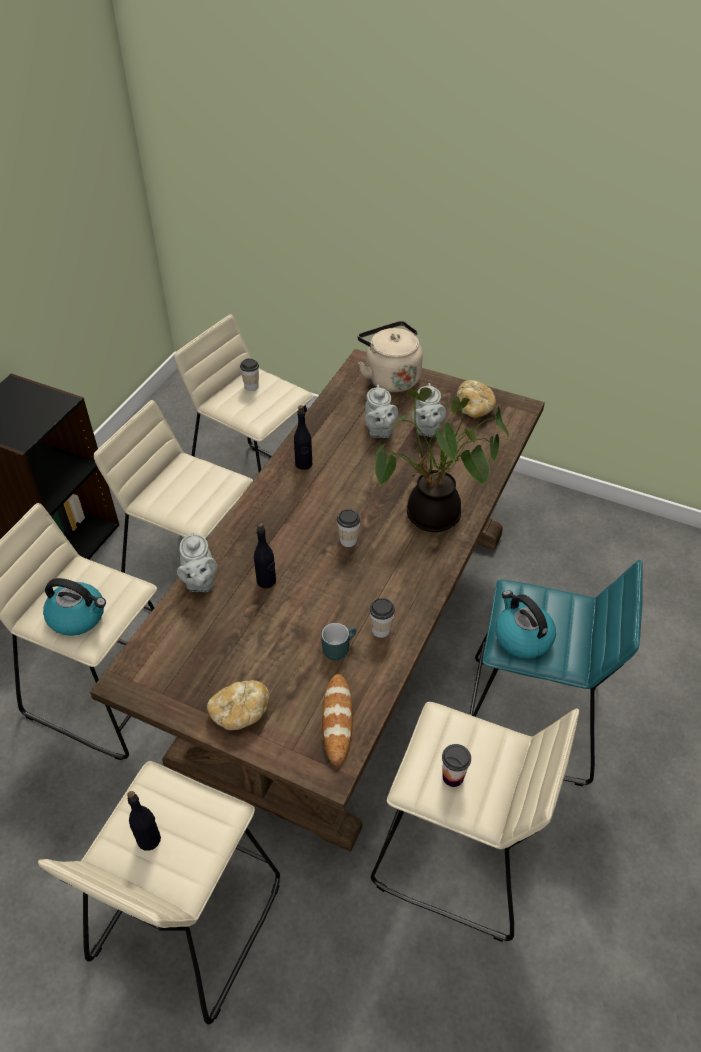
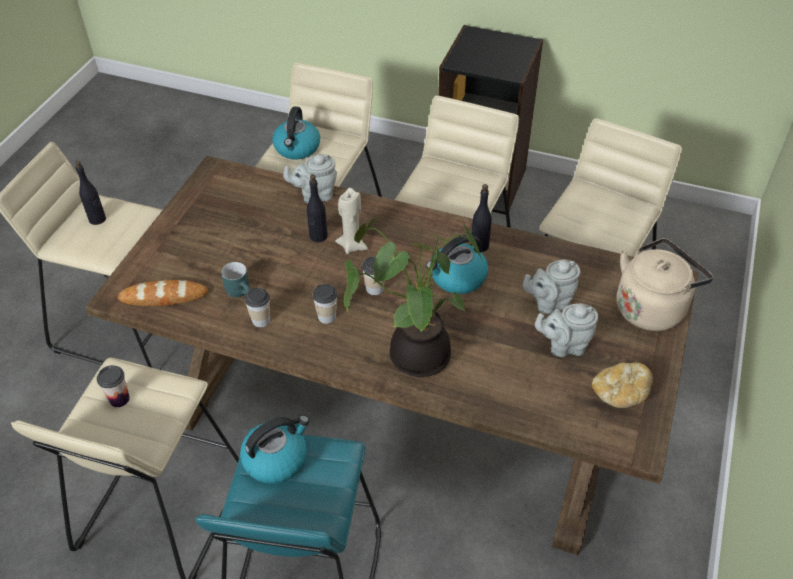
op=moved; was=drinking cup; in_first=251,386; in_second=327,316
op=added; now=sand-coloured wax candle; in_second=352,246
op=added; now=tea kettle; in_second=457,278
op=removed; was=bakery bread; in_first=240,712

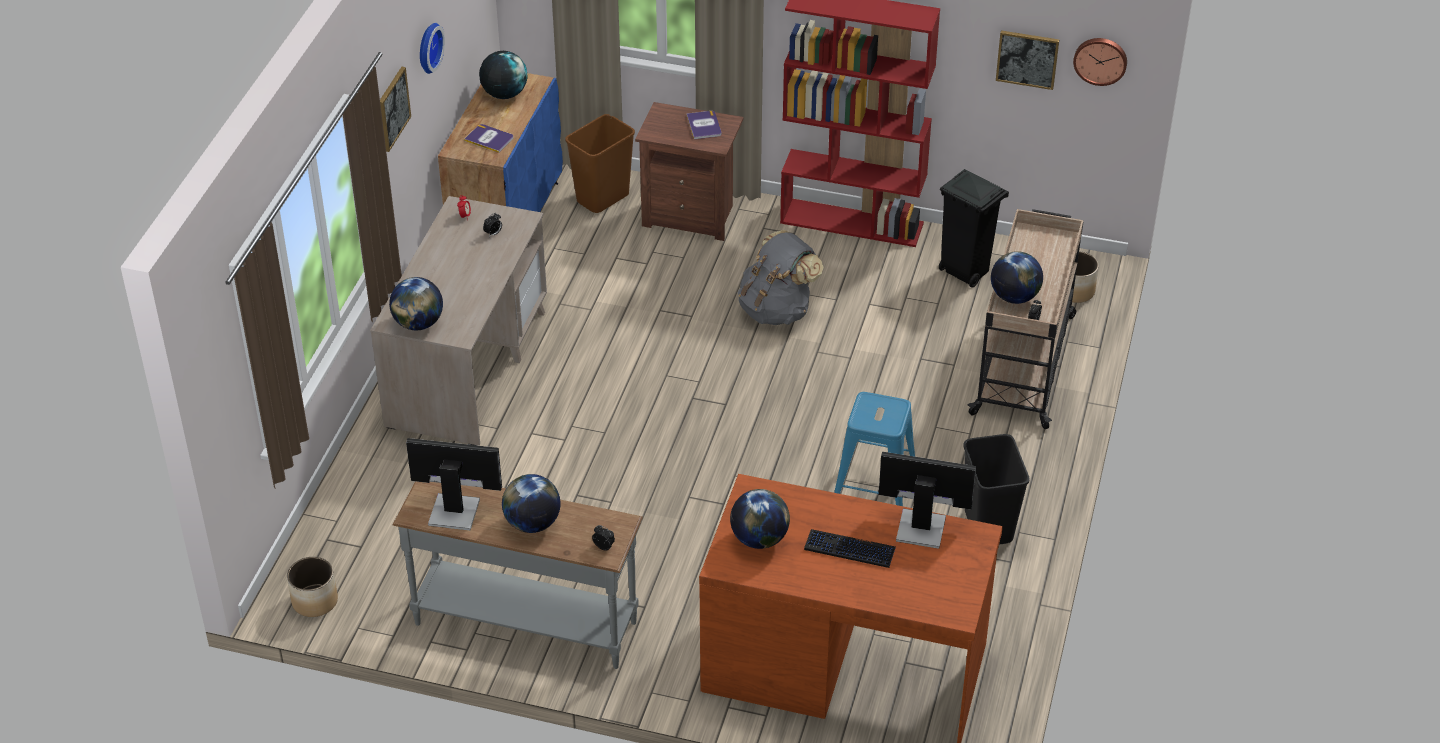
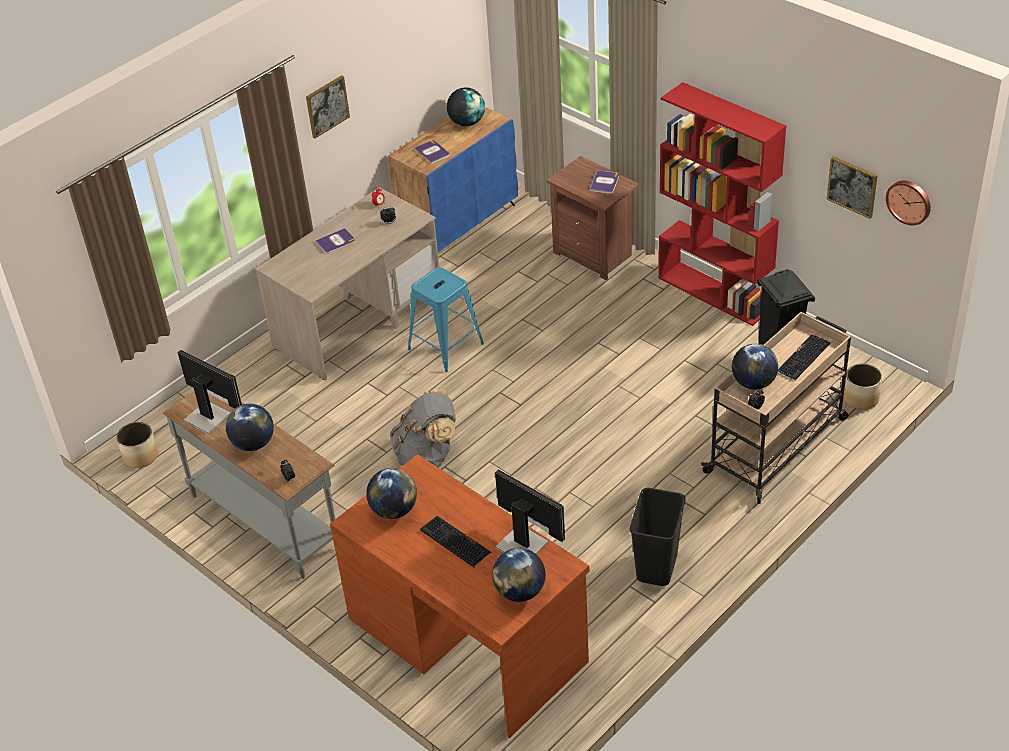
op=added; now=volume; in_second=335,242
op=moved; was=grey backpack; in_first=777,310; in_second=427,456
op=moved; was=blue stool seat; in_first=874,489; in_second=445,346
op=moved; was=globe; in_first=418,323; in_second=520,591
op=added; now=computer keyboard; in_second=803,358
op=removed; was=wall clock; in_first=427,47
op=removed; was=brown-coloured waste bin; in_first=602,198

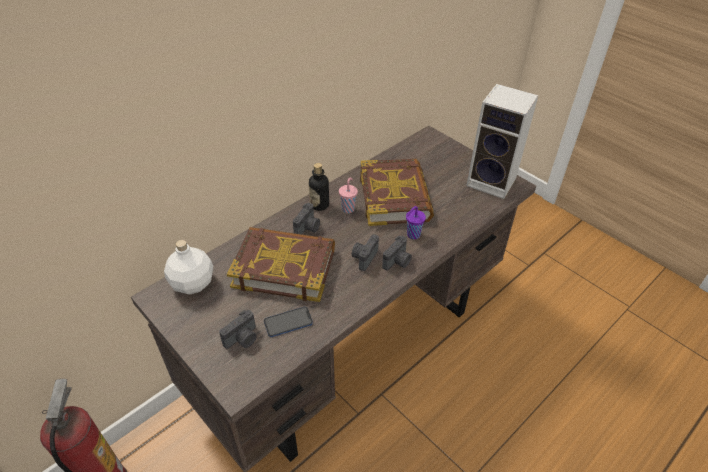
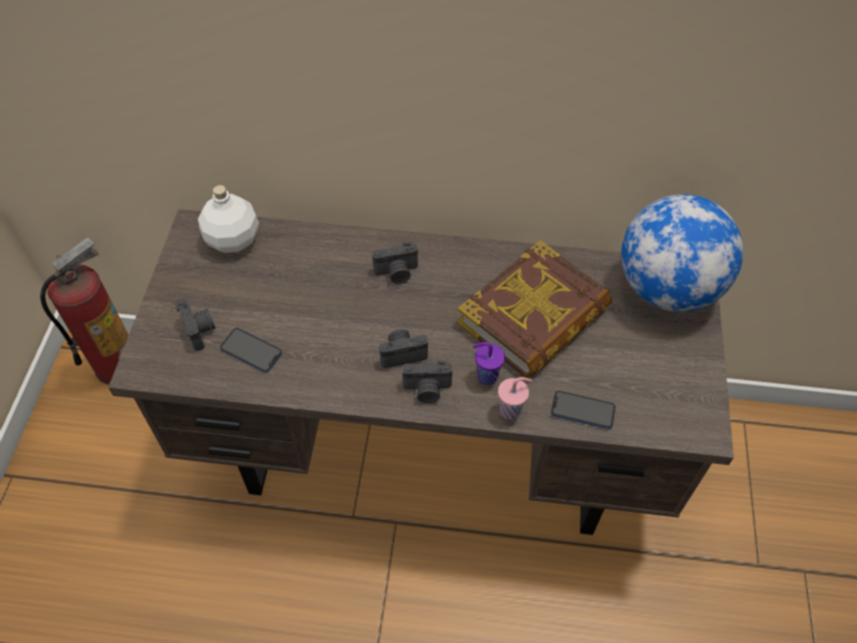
op=turned; was=photo camera; in_first=243,339; in_second=200,330; clockwise=-120
op=moved; was=pink drinking cup; in_first=348,208; in_second=511,410
op=added; now=telephone; in_second=582,410
op=added; now=globe; in_second=666,288
op=removed; was=volume; in_first=284,267
op=removed; was=beverage bottle; in_first=319,205
op=removed; was=loudspeaker; in_first=493,182

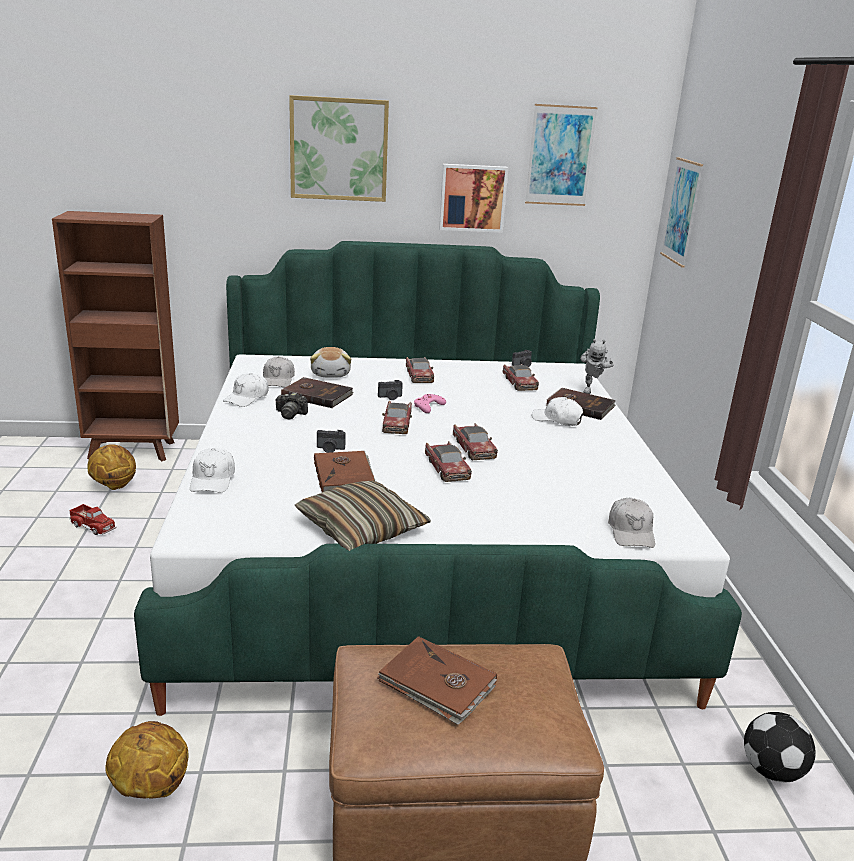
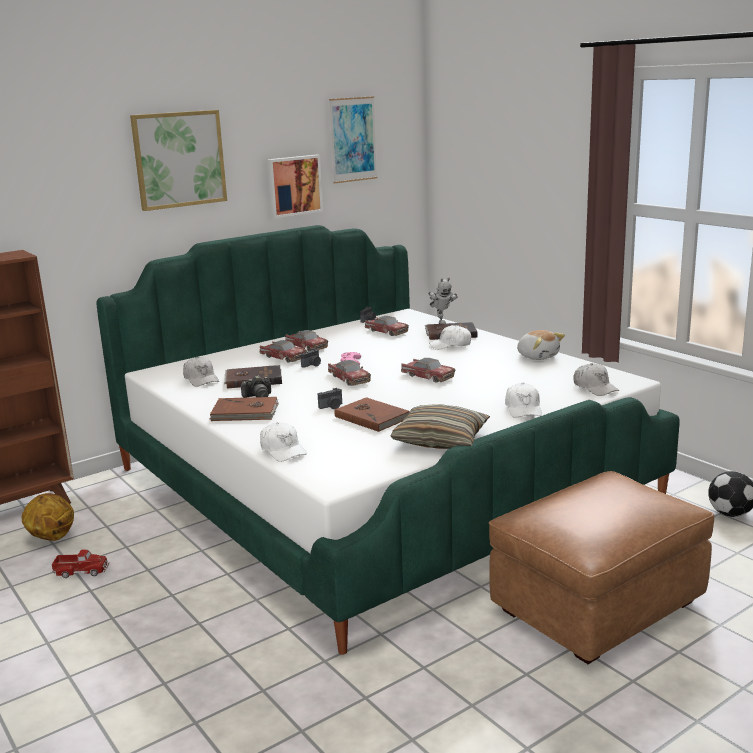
op=moved; was=brown-coloured volume; in_first=437,684; in_second=245,413
op=moved; was=miniature car; in_first=446,468; in_second=283,357
op=moved; was=white peaked cap; in_first=247,398; in_second=523,409
op=moved; was=plush toy; in_first=331,374; in_second=538,356
op=removed; was=ball for basketball; in_first=150,788
op=removed; was=wall picture; in_first=681,211

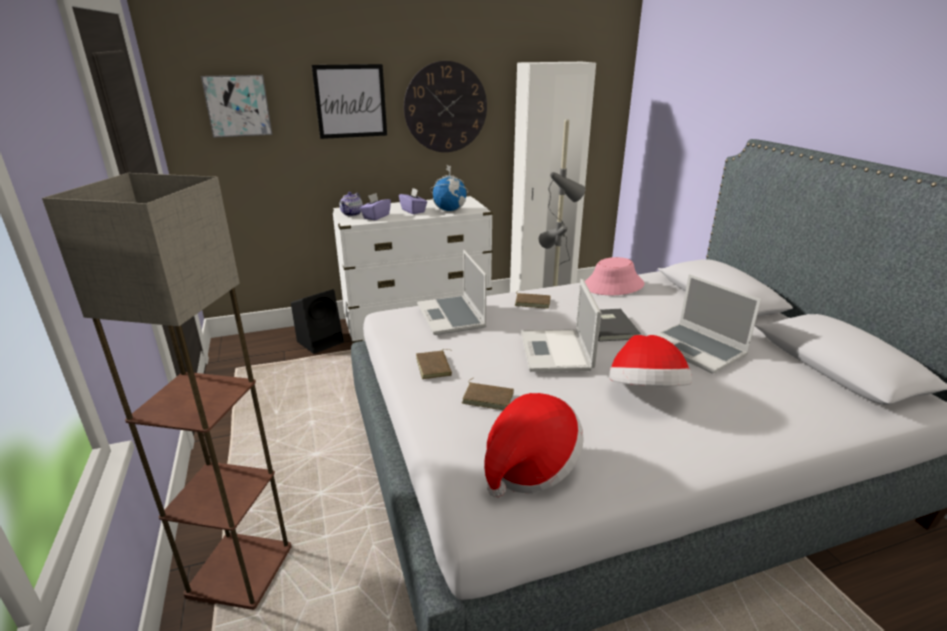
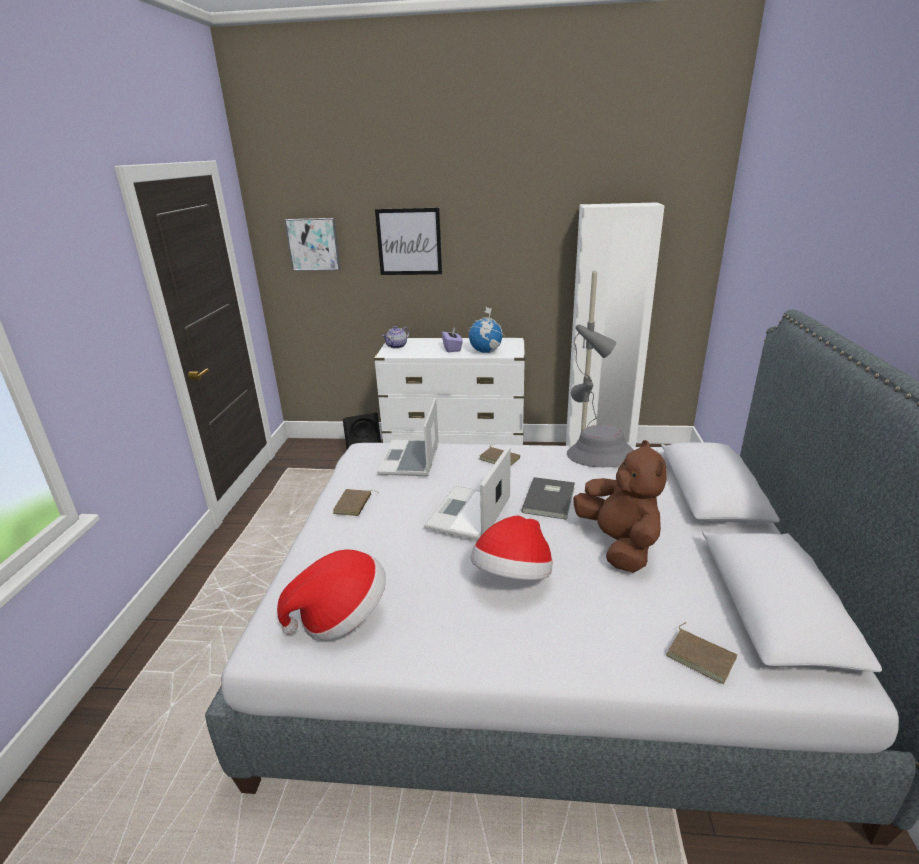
op=recoloured; was=pink hat; now=grey hat; in_first=613,285; in_second=601,455
op=replaced; was=portable computer; now=brown-coloured plush toy; in_first=697,349; in_second=619,544
op=moved; was=brown-coloured volume; in_first=488,397; in_second=701,656
op=removed; was=floor lamp; in_first=239,569
op=removed; was=purple-coloured box of tissues; in_first=376,217
op=removed; was=wall clock; in_first=445,107

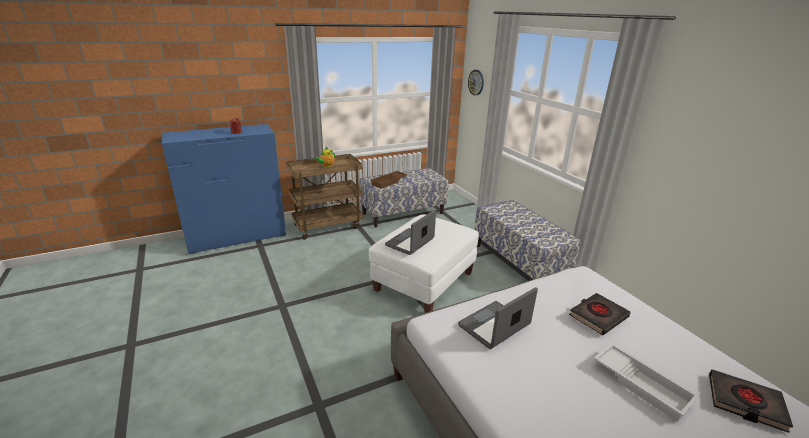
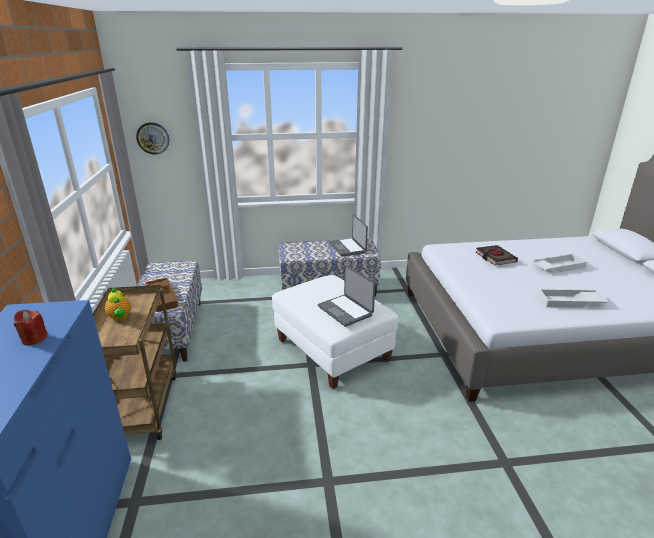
op=moved; was=portable computer; in_first=494,326; in_second=348,247
op=added; now=white serving tray; in_second=570,302
op=removed; was=blackish volume; in_first=745,403

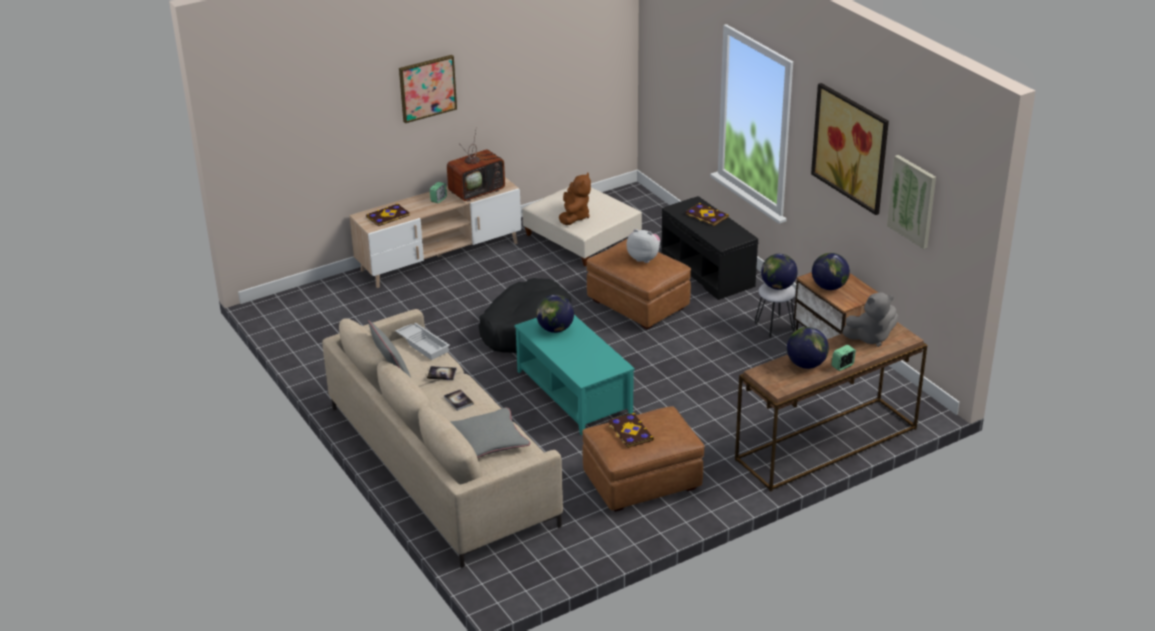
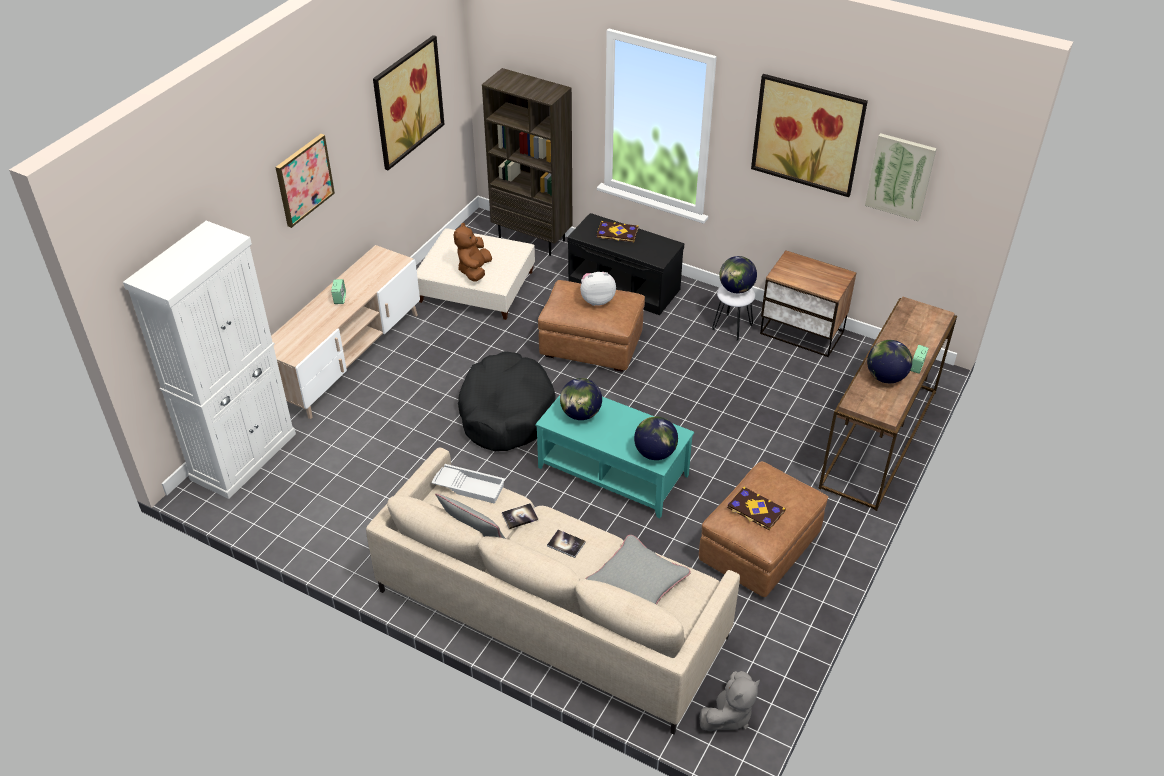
op=added; now=white cabinet; in_second=244,456
op=added; now=wall picture; in_second=408,102
op=turned; was=brown-coloured plush toy; in_first=574,217; in_second=474,271; clockwise=-150
op=added; now=brown-coloured bookshelf; in_second=532,239
op=moved; was=globe; in_first=829,287; in_second=655,453
op=moved; was=grey plush toy; in_first=870,337; in_second=728,715
op=removed; was=volume; in_first=388,216
op=removed; was=TV set; in_first=477,190

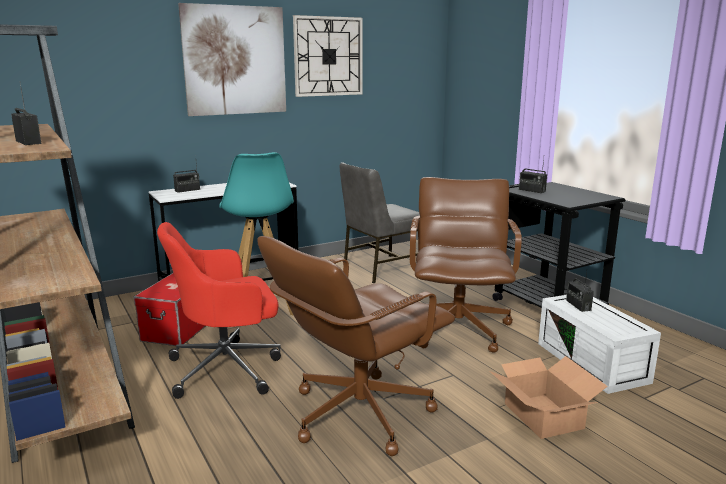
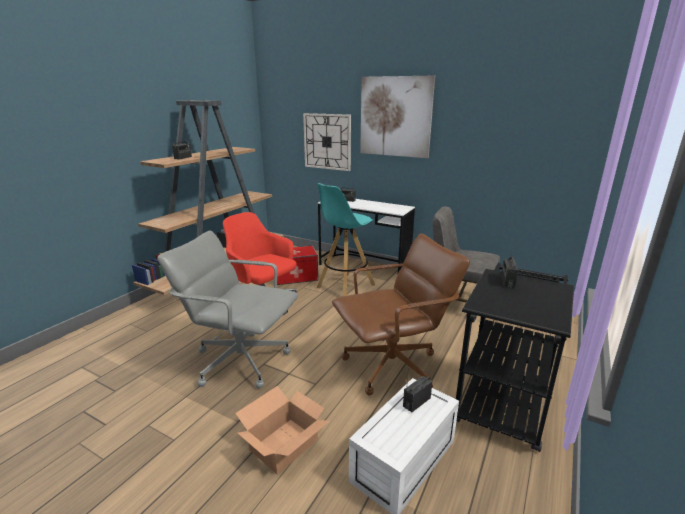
op=recoloured; was=brown-coloured computer chair; now=grey computer chair; in_first=358,413; in_second=240,360
op=moved; was=wall clock; in_first=328,56; in_second=327,141

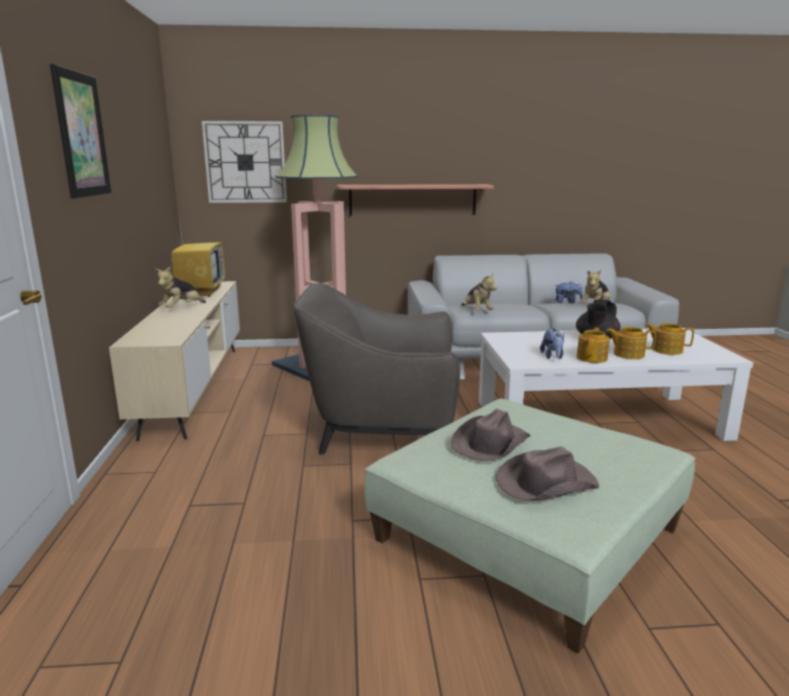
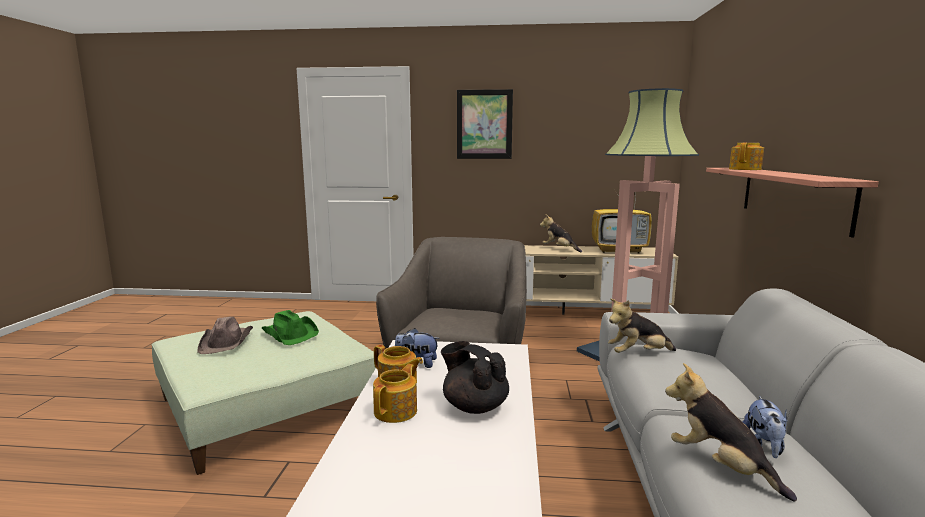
op=recoloured; was=brown-coloured hat; now=green hat; in_first=490,443; in_second=291,334
op=moved; was=teapot; in_first=666,350; in_second=745,169
op=removed; was=wall clock; in_first=245,162

